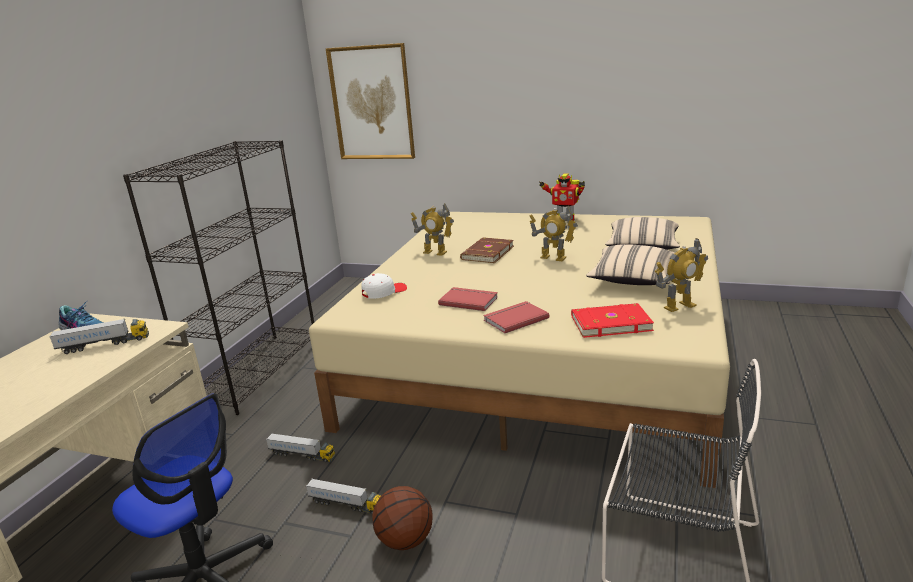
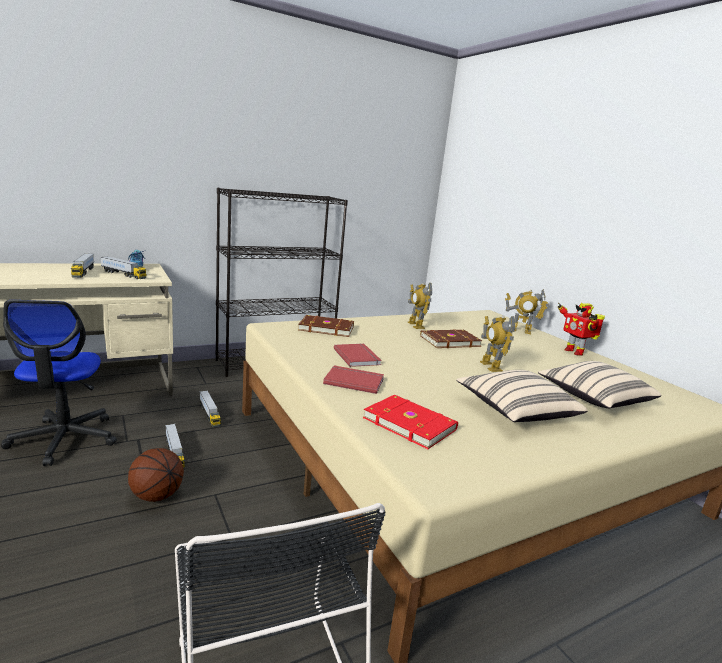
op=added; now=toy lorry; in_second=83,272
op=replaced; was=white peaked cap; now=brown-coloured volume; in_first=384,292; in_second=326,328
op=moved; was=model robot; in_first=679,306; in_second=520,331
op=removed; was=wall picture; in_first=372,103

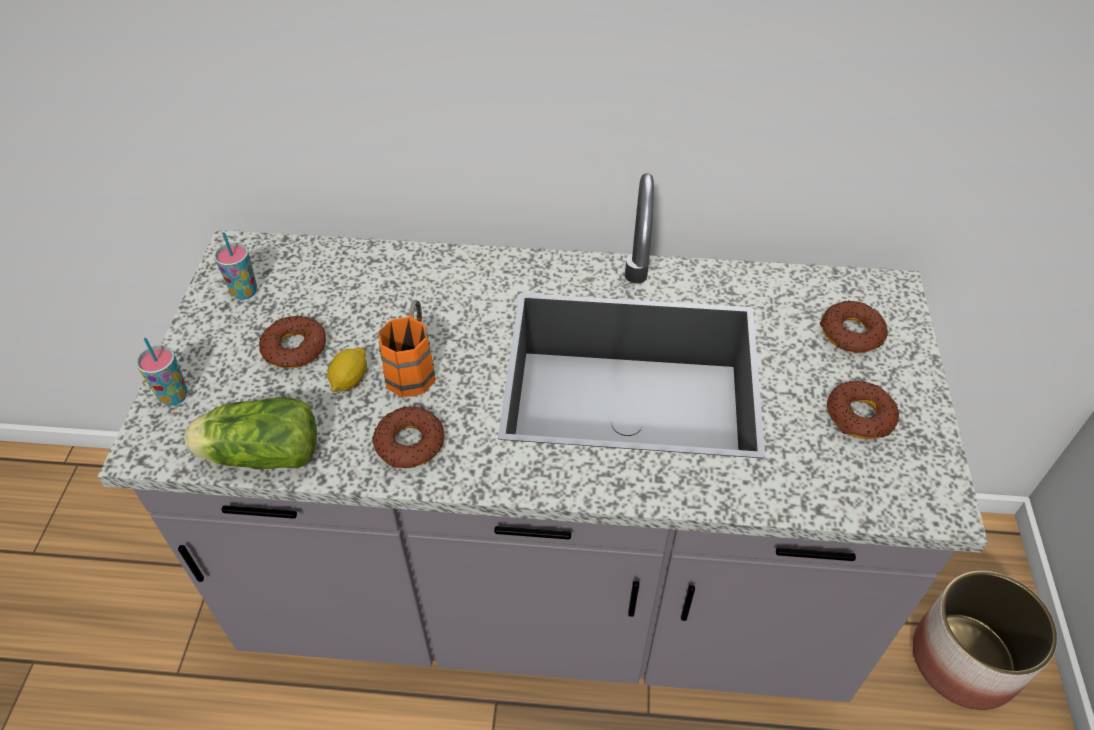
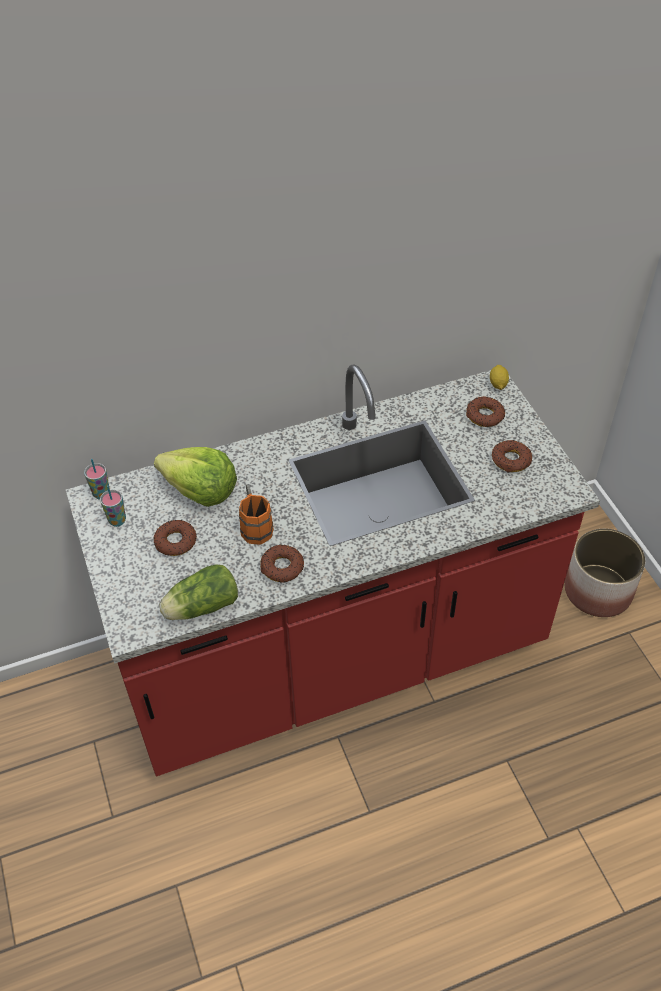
op=recoloured; was=grey kitchen counter; now=red kitchen counter; in_first=547,592; in_second=333,658
op=moved; was=drinking cup; in_first=174,396; in_second=101,494
op=added; now=lettuce; in_second=200,491
op=moved; was=citrus fruit; in_first=350,380; in_second=498,384

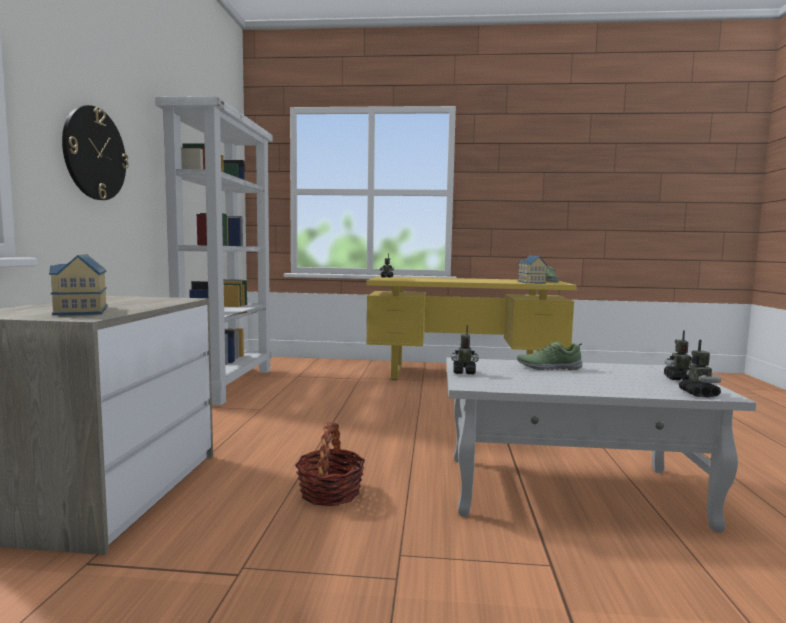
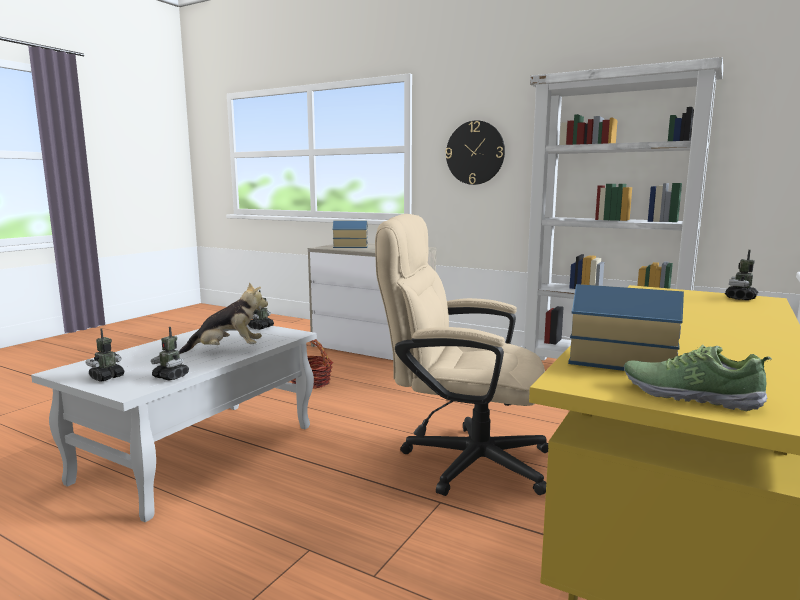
op=moved; was=model robot; in_first=698,394; in_second=171,377
op=replaced; was=shoe; now=plush toy; in_first=548,367; in_second=228,350
op=added; now=sand-coloured computer chair; in_second=462,459

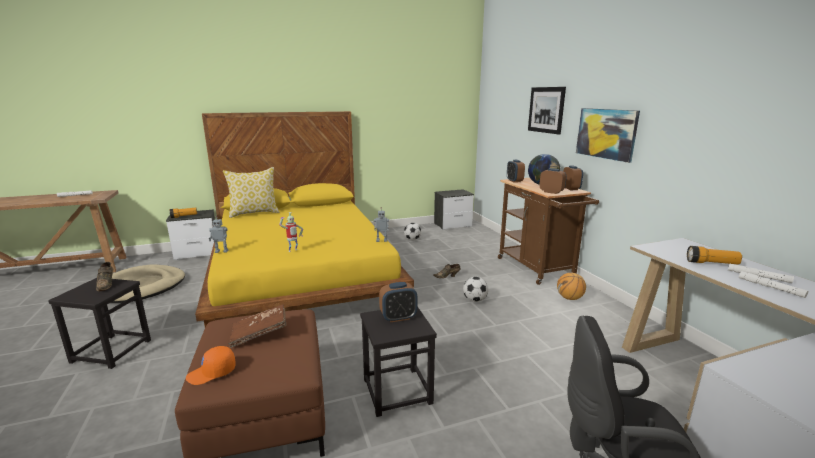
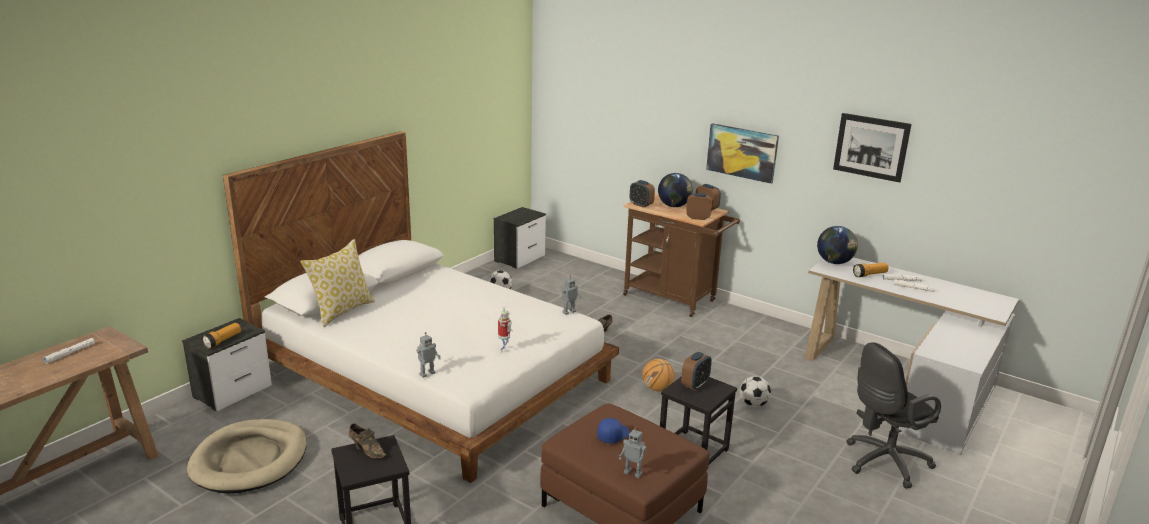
op=recoloured; was=yellow bed; now=white bed; in_first=301,272; in_second=434,375
op=replaced; was=brown-coloured volume; now=blue peaked cap; in_first=259,334; in_second=613,435
op=replaced; was=orangey peaked cap; now=model robot; in_first=212,373; in_second=633,473
op=moved; was=ball for basketball; in_first=569,298; in_second=657,389
op=moved; was=football; in_first=475,300; in_second=753,404
op=added; now=globe; in_second=834,262
op=moved; was=wall picture; in_first=546,110; in_second=871,147

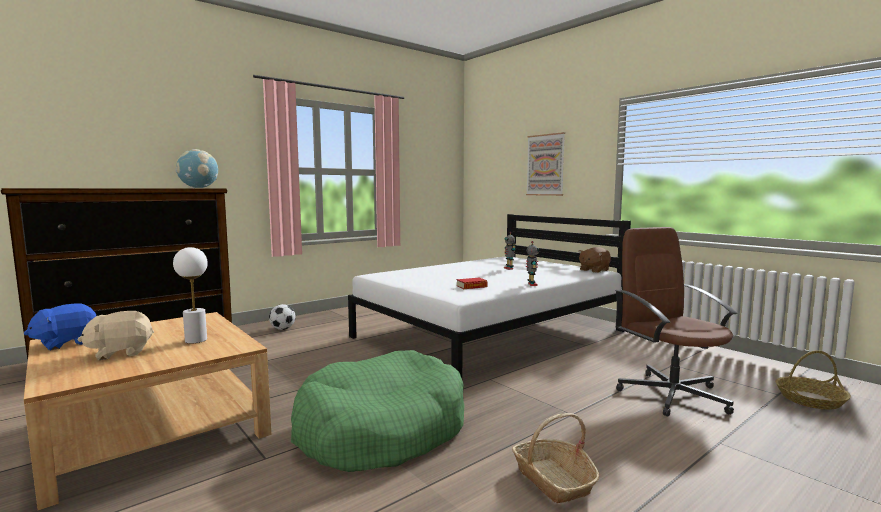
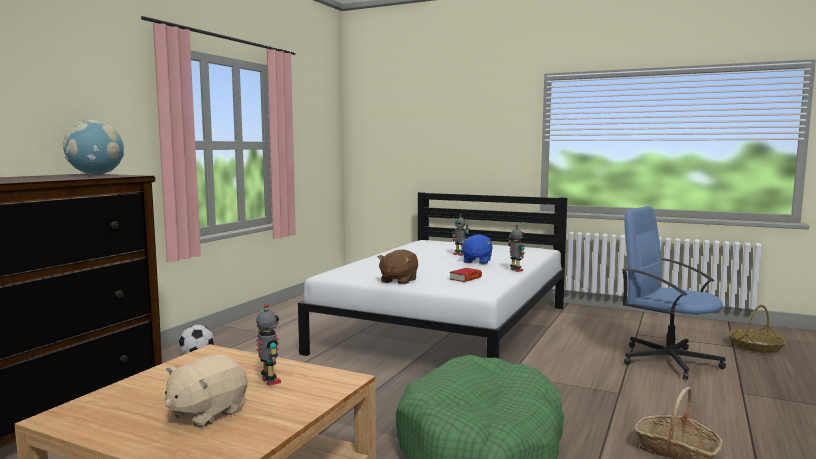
op=replaced; was=white lamp for a table; now=model robot; in_first=196,340; in_second=269,381
op=moved; was=brown-coloured plush toy; in_first=593,270; in_second=398,281
op=moved; was=blue plush toy; in_first=66,343; in_second=476,261
op=recoloured; was=brown-coloured computer chair; now=blue computer chair; in_first=672,394; in_second=667,360
op=removed; was=wall picture; in_first=545,165

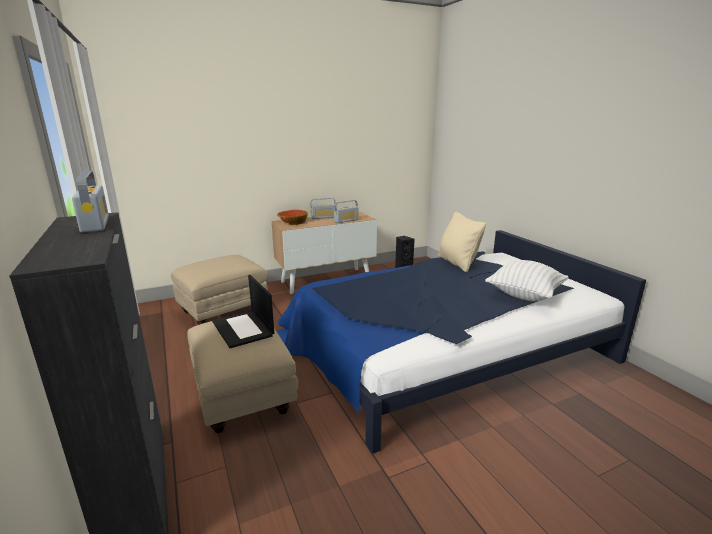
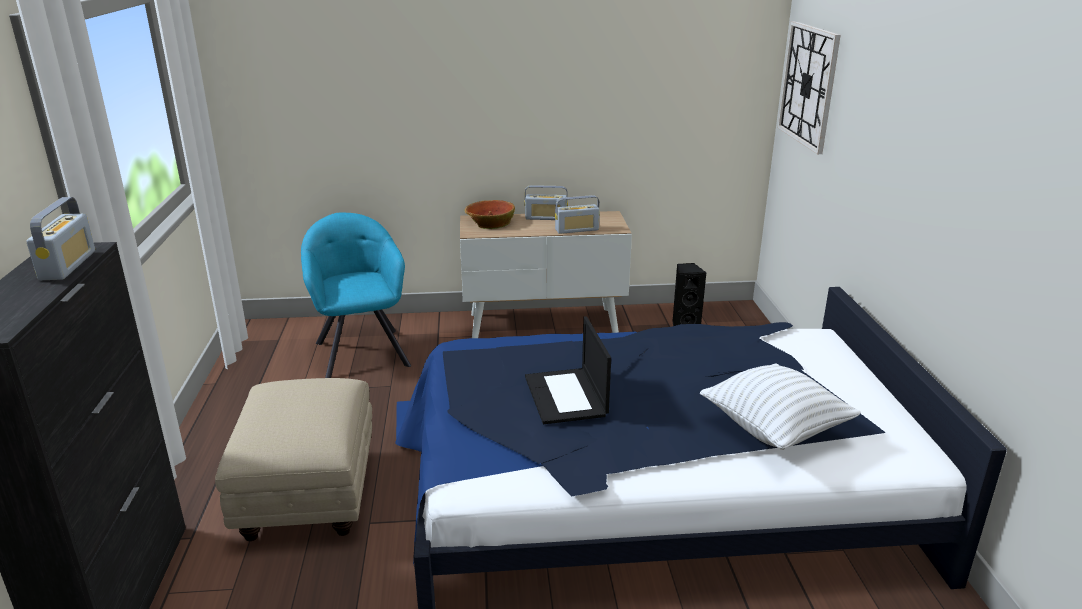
op=replaced; was=sand-coloured pouffe; now=blue-green easy chair; in_first=224,310; in_second=361,352
op=moved; was=portable computer; in_first=243,329; in_second=566,396
op=added; now=wall clock; in_second=808,85
op=removed; was=sand-coloured cushion; in_first=457,263

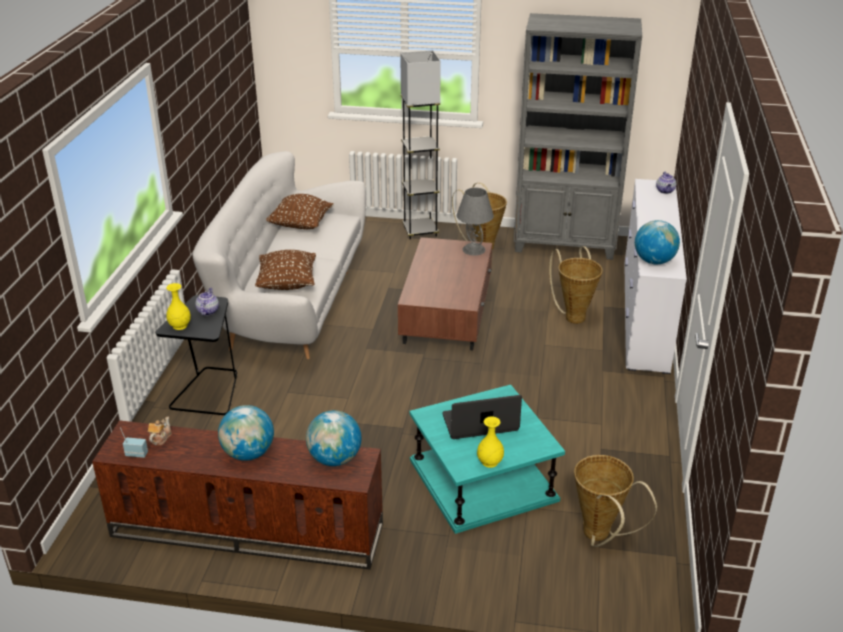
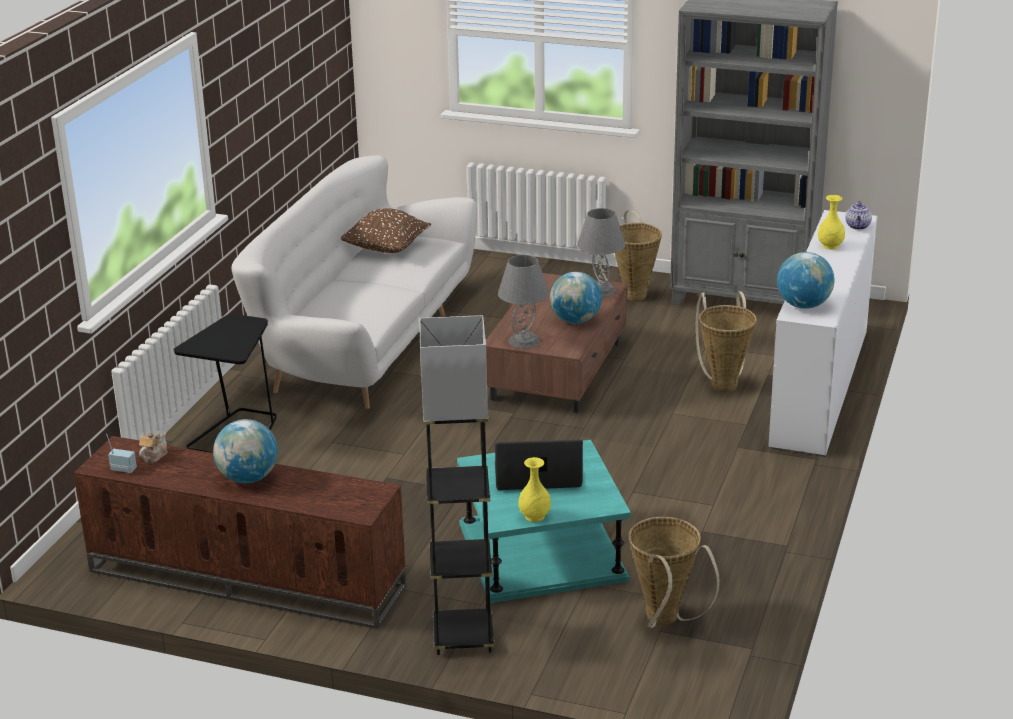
op=moved; was=grey floor lamp; in_first=420,231; in_second=463,637
op=added; now=grey lamp for a table; in_second=524,341
op=moved; was=globe; in_first=334,459; in_second=575,320
op=moved; was=yellow vase; in_first=179,326; in_second=830,246
op=removed; was=teapot; in_first=208,311
op=removed; was=brown-coloured cushion; in_first=287,284

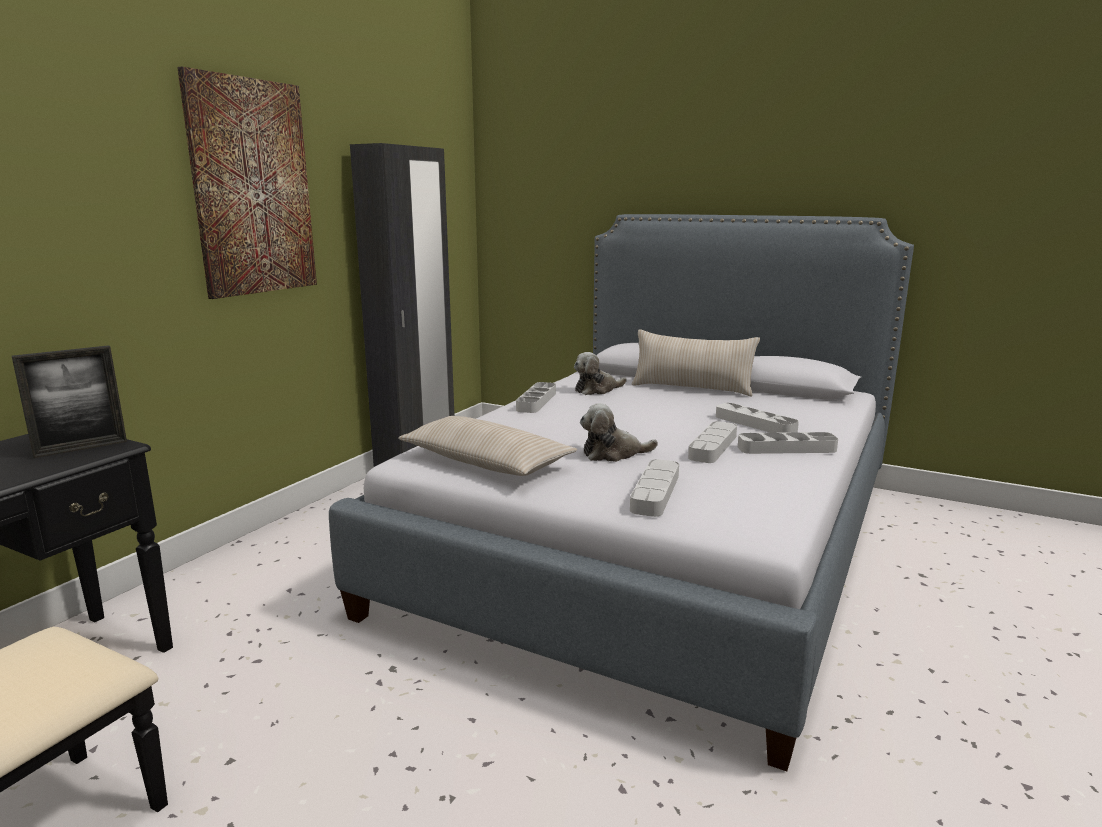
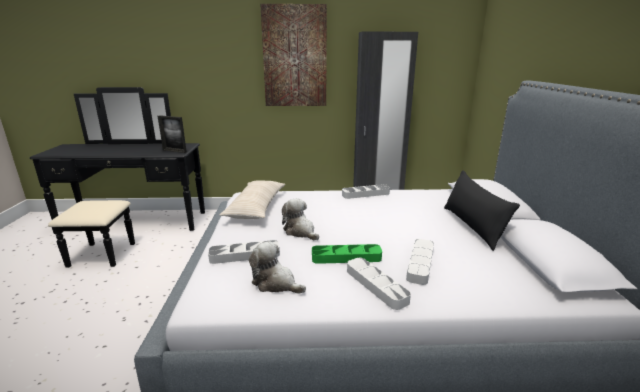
op=moved; was=plush toy; in_first=597,390; in_second=275,283
op=recoloured; was=grey serving tray; now=green serving tray; in_first=713,447; in_second=346,257
op=recoloured; was=sand-coloured cushion; now=blackish cushion; in_first=692,388; in_second=472,226

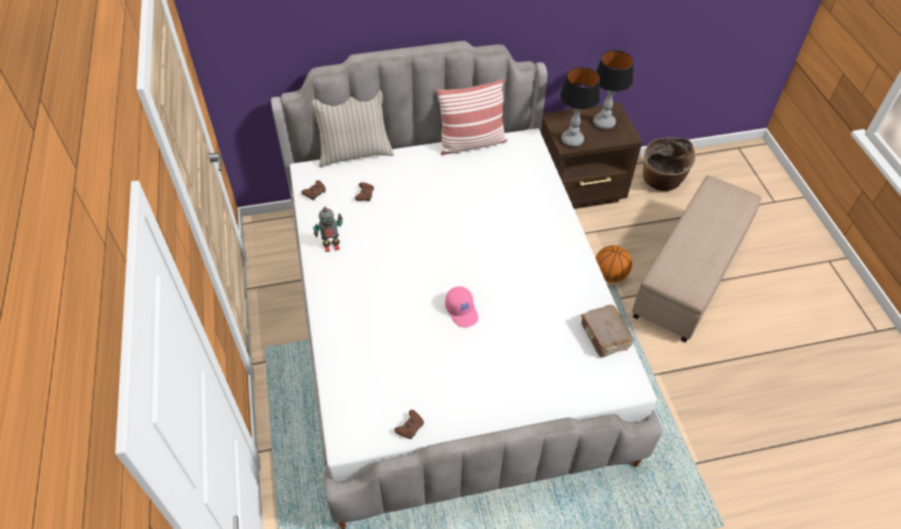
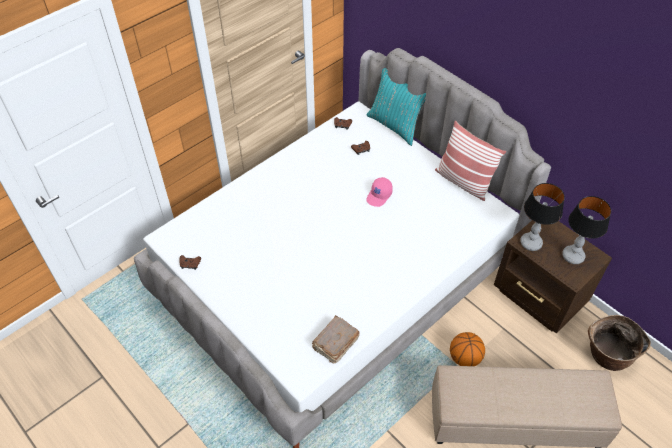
op=moved; was=pink peaked cap; in_first=462,311; in_second=379,196
op=recoloured; was=sand-coloured cushion; now=blue-green cushion; in_first=354,153; in_second=395,125
op=removed; was=model robot; in_first=331,246

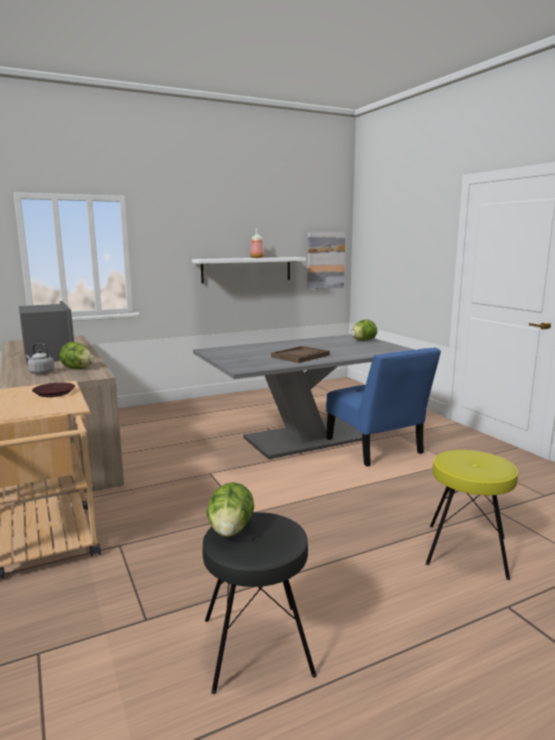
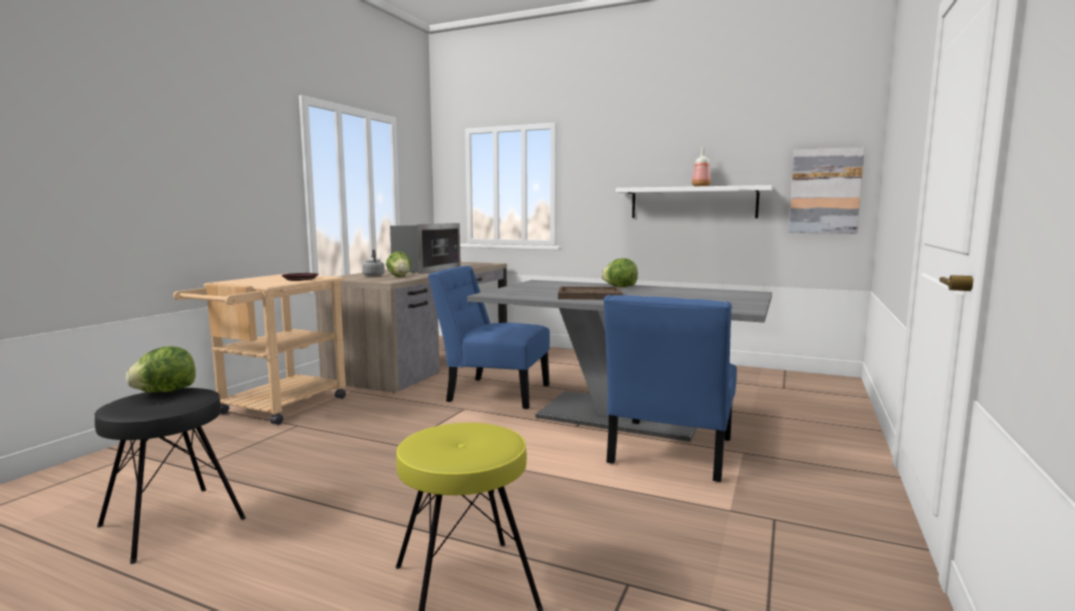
op=added; now=blue chair; in_second=493,392
op=moved; was=lettuce; in_first=363,340; in_second=620,287

